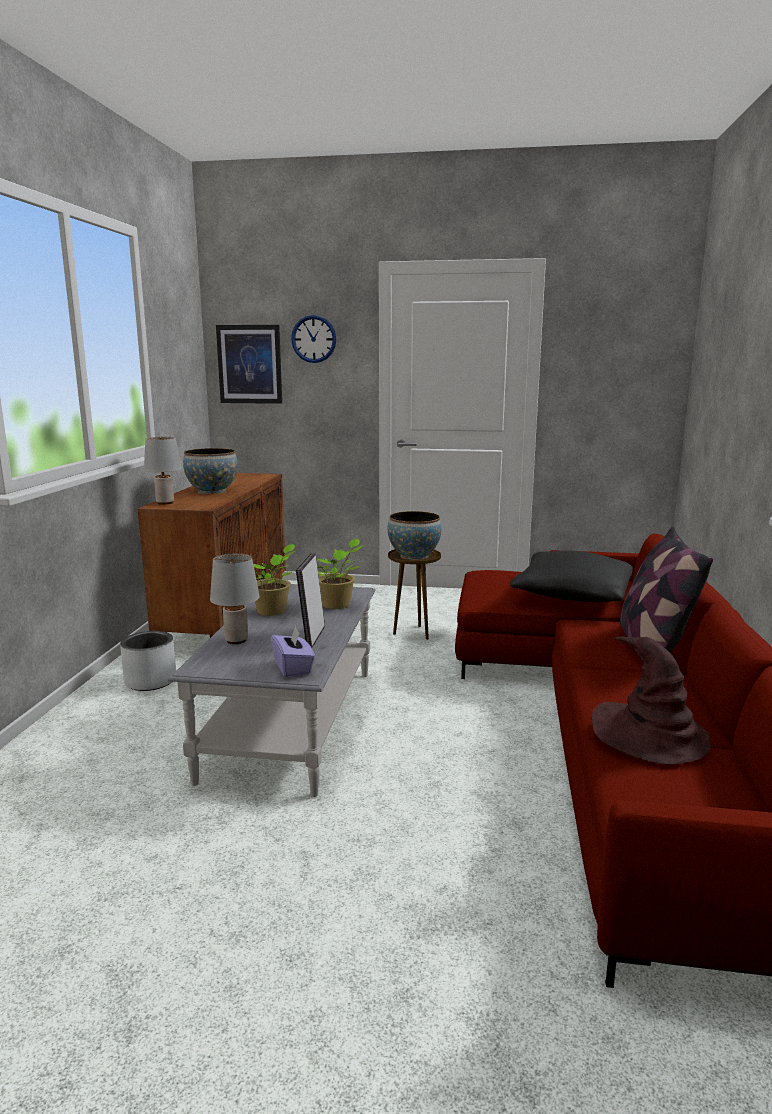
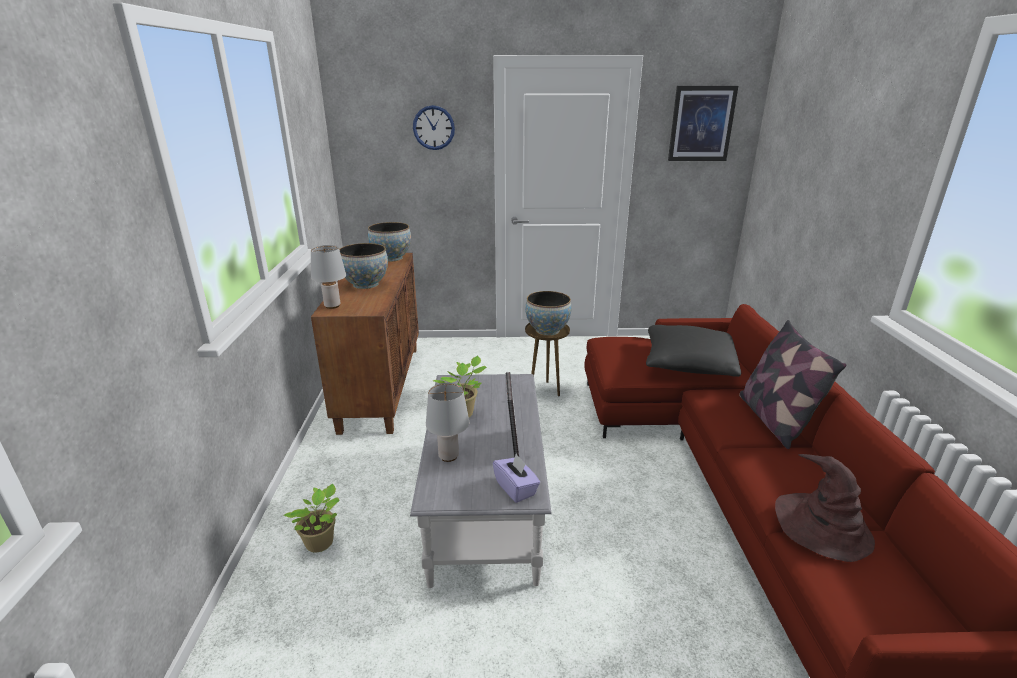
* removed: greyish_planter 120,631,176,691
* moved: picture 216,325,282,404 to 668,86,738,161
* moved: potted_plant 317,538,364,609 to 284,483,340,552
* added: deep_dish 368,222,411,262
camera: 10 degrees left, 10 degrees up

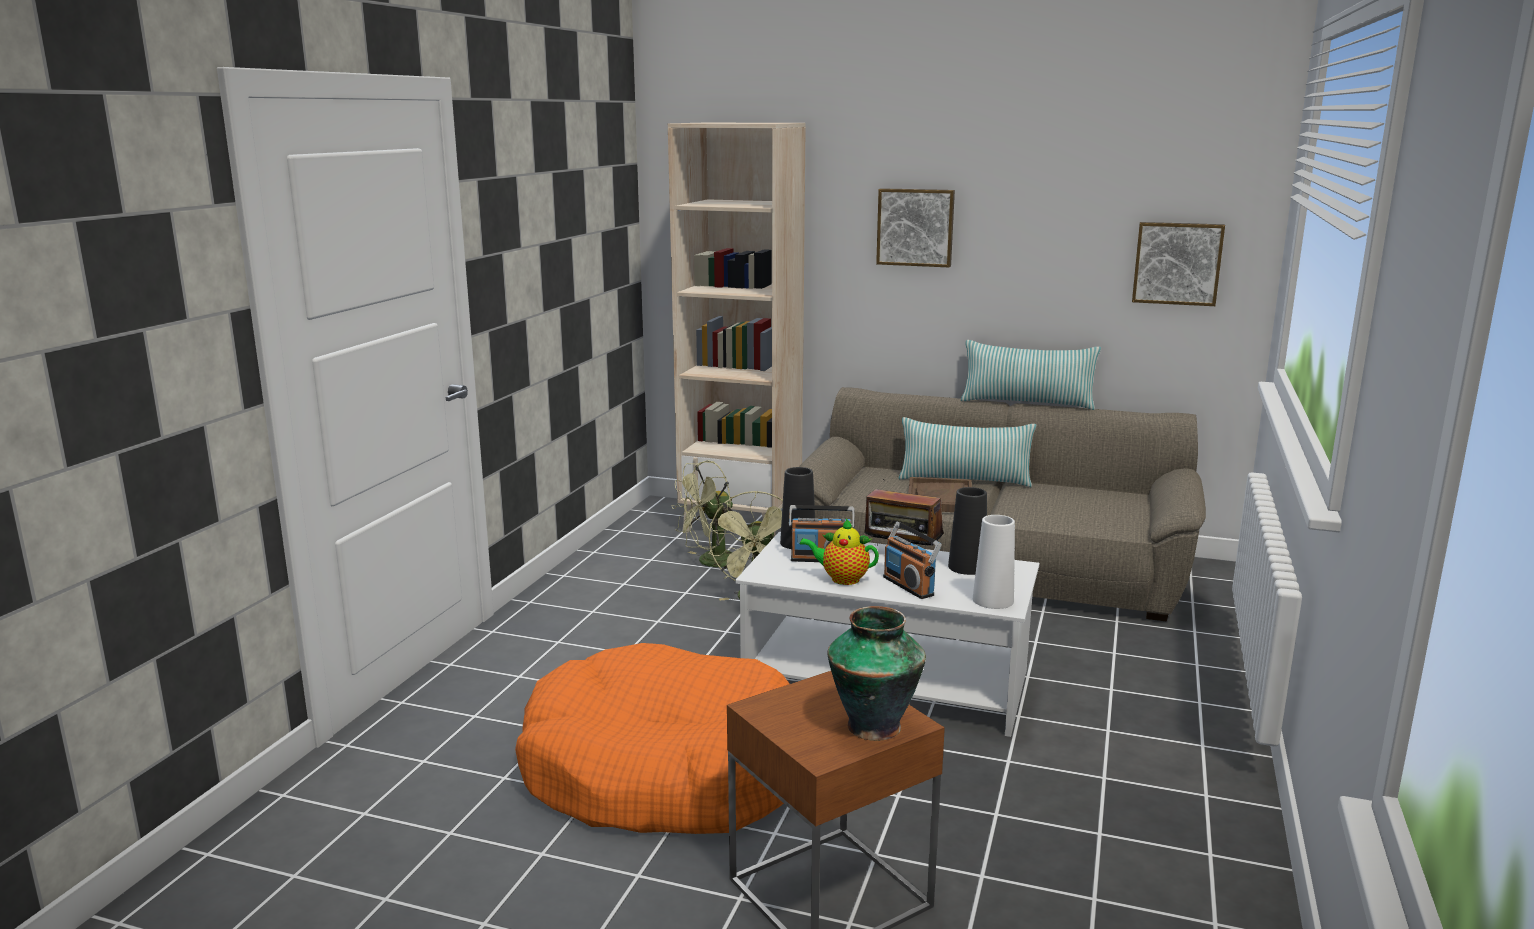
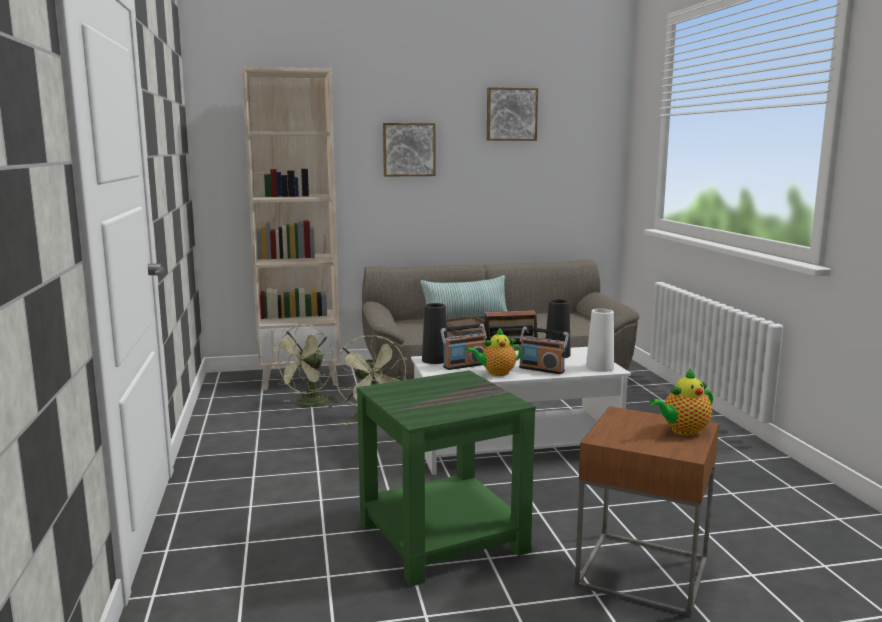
* replaced: orange-coloured_pet_bed 515,643,790,834 to green_accent_table 357,370,536,587
* replaced: flower_vase 827,606,926,741 to tea_pot 649,368,713,436
* removed: throw_pillow 961,340,1101,410
* moved: picture 1132,222,1225,306 to 487,87,538,141
camera: 30 degrees left, 5 degrees down

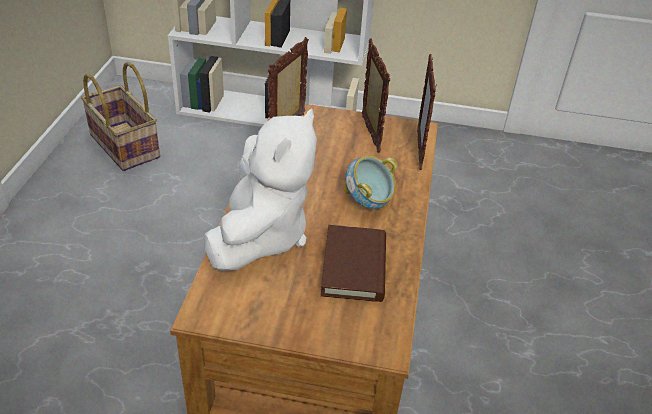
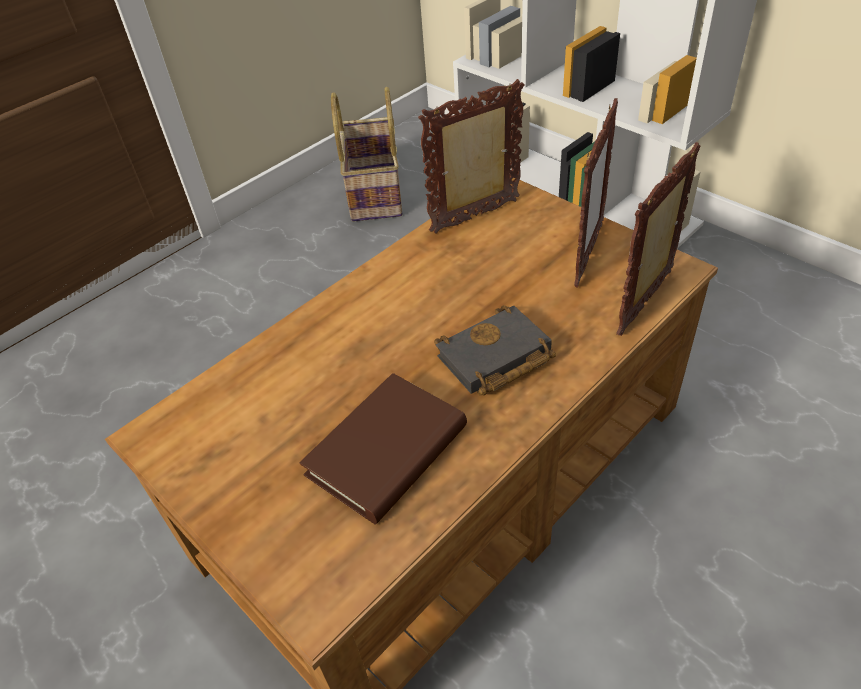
* removed: white_plush_toy 204,109,317,271
* replaced: deep_dish 344,156,398,209 to blackish_book 434,305,556,396
camera: 40 degrees right, 5 degrees up

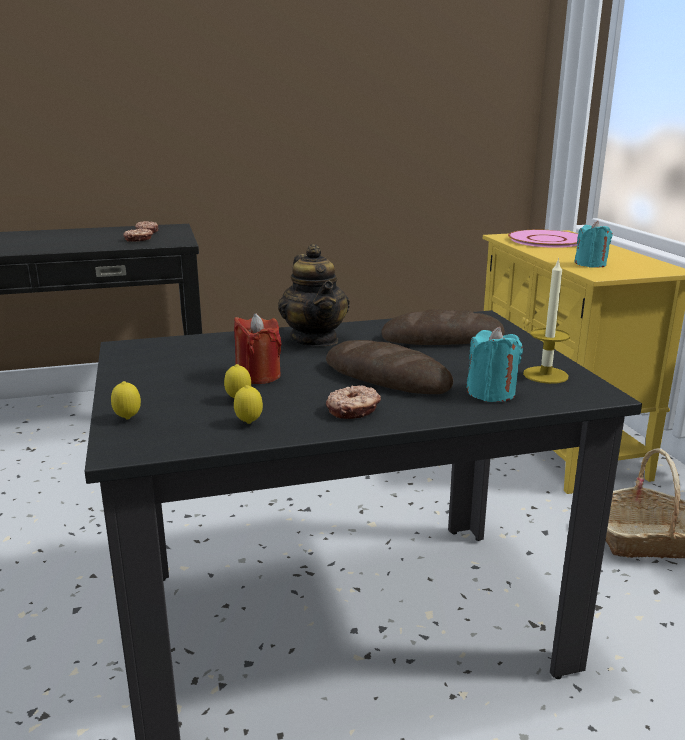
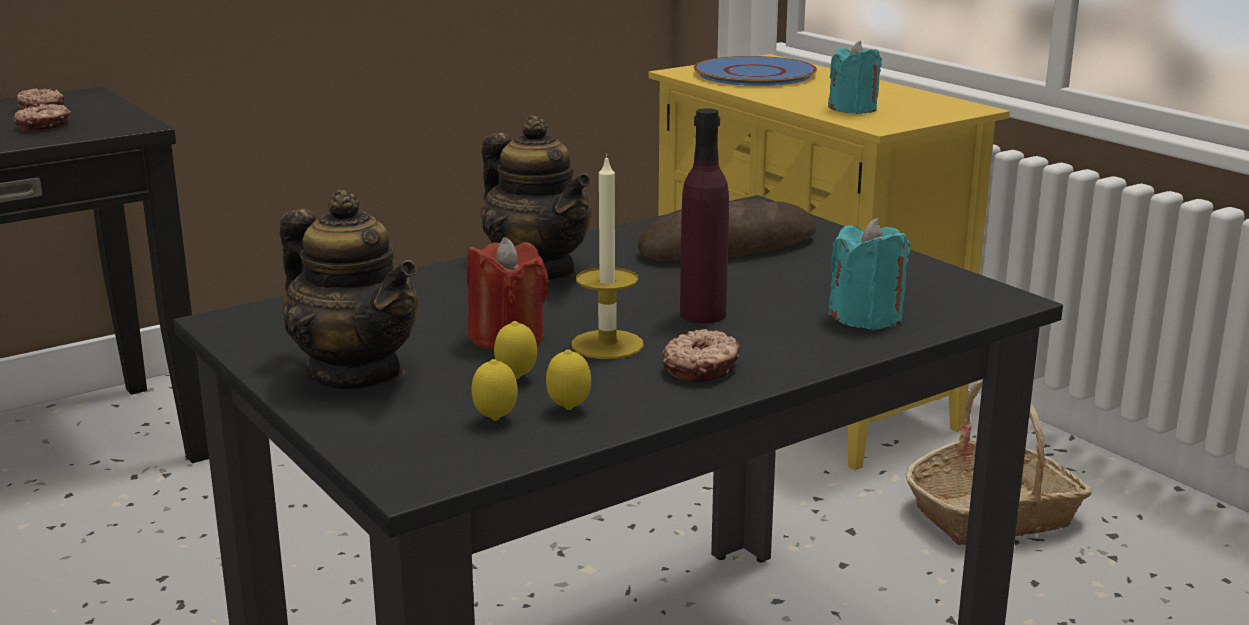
* moved: citrus_fruit 111,381,141,420 to 471,359,518,421
* replaced: bakery_bread 326,340,453,394 to purple_drink_bottle 680,108,729,323
* recoloured: pink-coloured_dinner_plate 508,230,578,248 to bluish_dinner_plate 693,56,817,86
* moved: candle 523,258,570,384 to 572,154,644,359
* added: tea_pot 280,190,418,389
camera: 20 degrees left, 0 degrees up

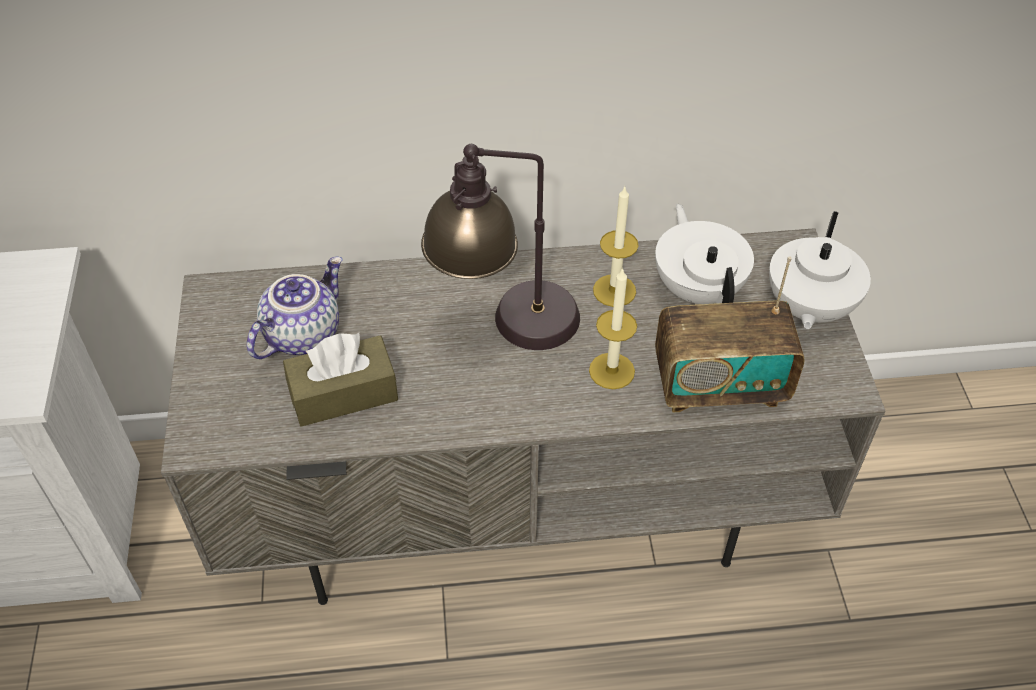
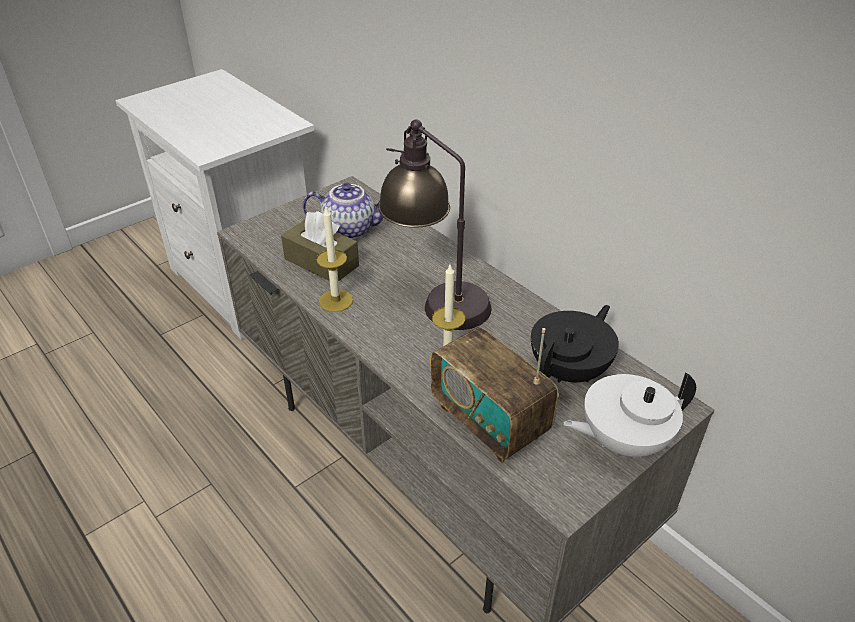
* moved: candle 593,187,638,307 to 316,206,353,312
* recoloured: white_tea_pot 655,204,754,304 to blackish_tea_pot 531,305,619,383
camera: 55 degrees right, 10 degrees down

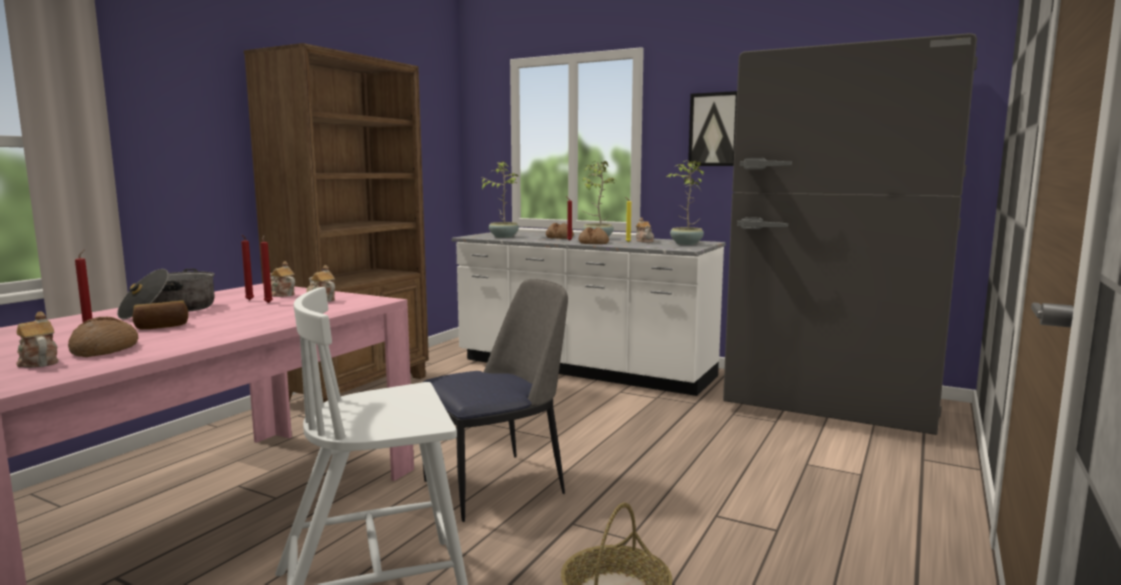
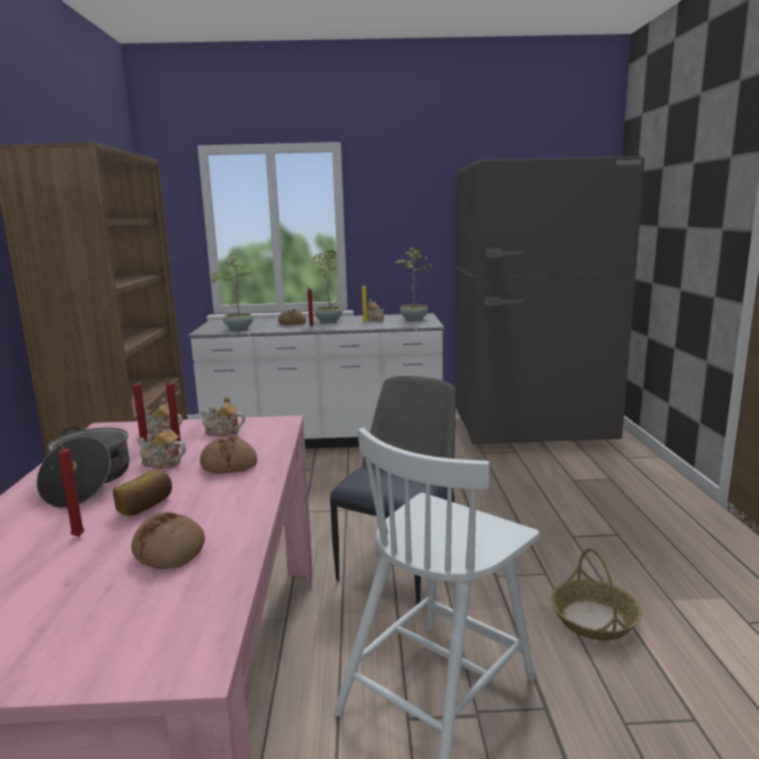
* moved: tea_pot 16,311,58,368 to 137,422,186,469
* moved: bakery_bread 578,227,609,244 to 200,436,257,474
* removed: picture 688,91,737,166
camera: 30 degrees left, 5 degrees up

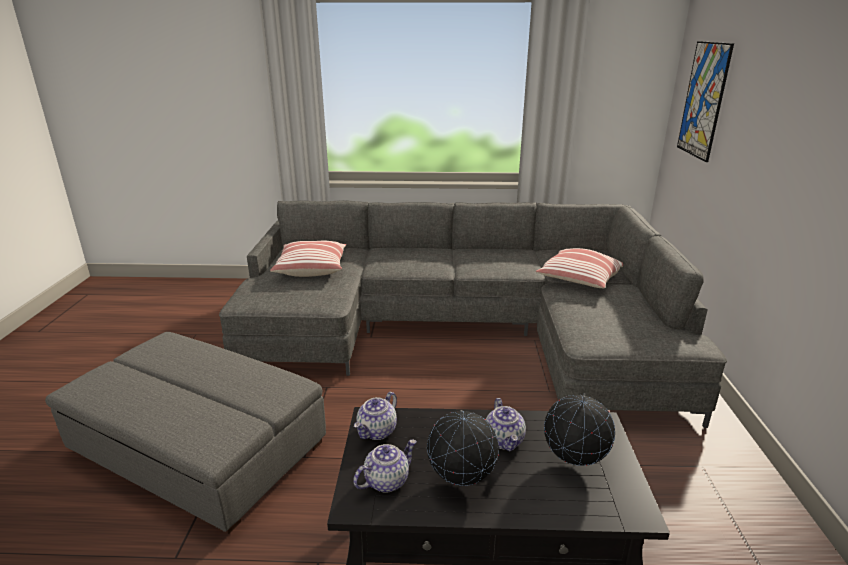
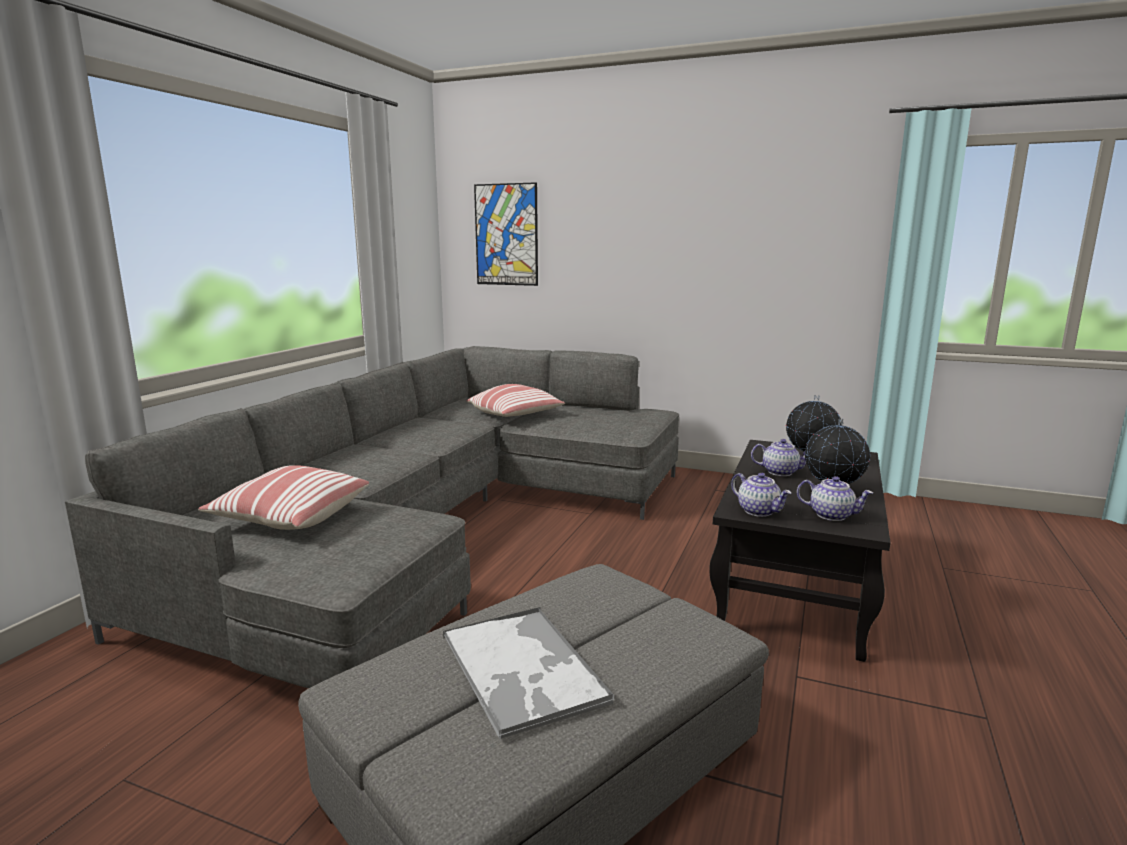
* turned: tea_pot 353,440,417,493 = 797,476,873,521 135 degrees clockwise
* added: tray 443,607,614,740
camera: 70 degrees left, 10 degrees down

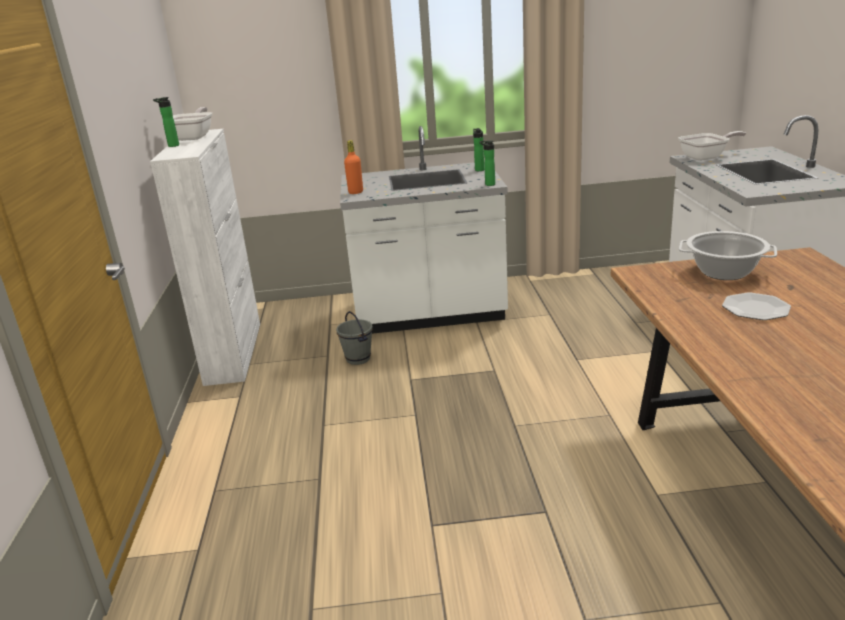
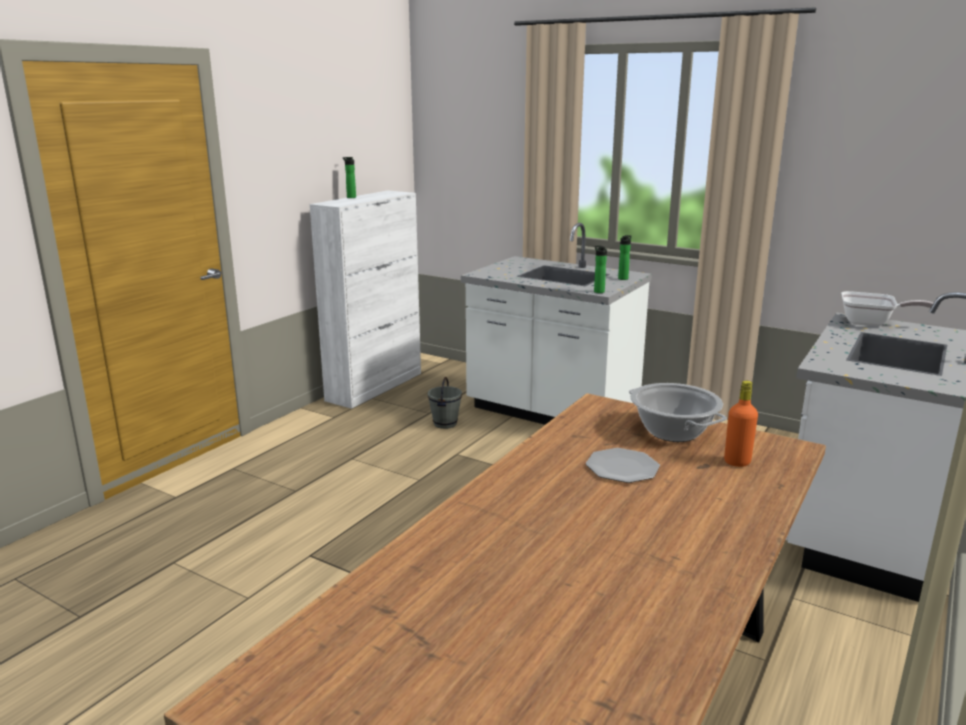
* removed: frying_pan 162,107,212,141
* moved: orange-coloured_drink_bottle 344,140,363,194 to 724,381,758,467
camera: 35 degrees right, 5 degrees down

